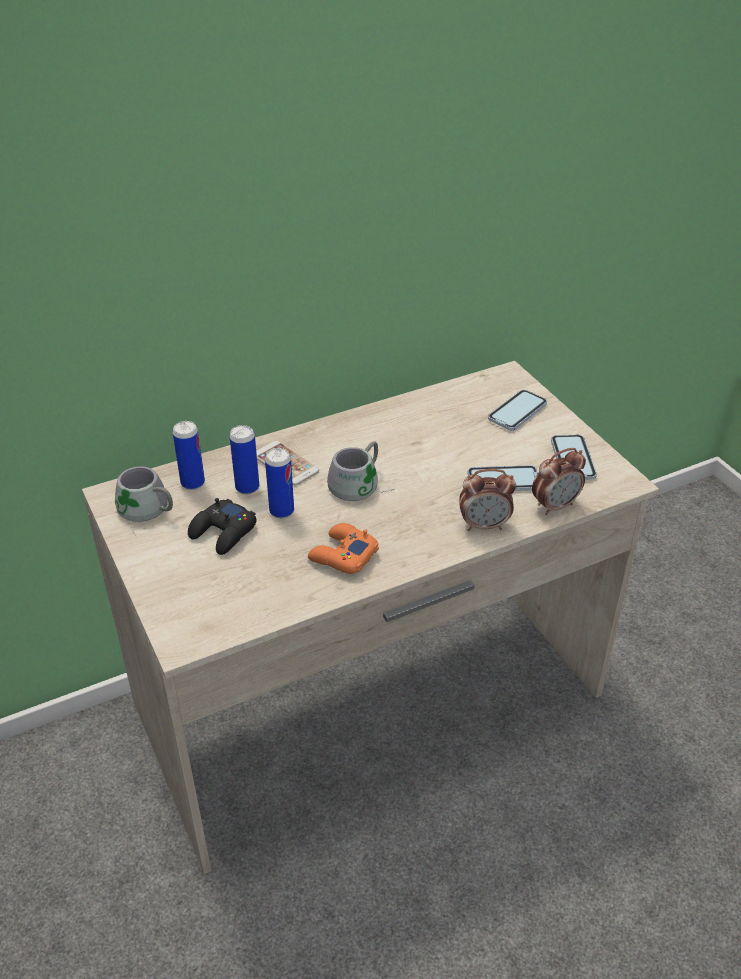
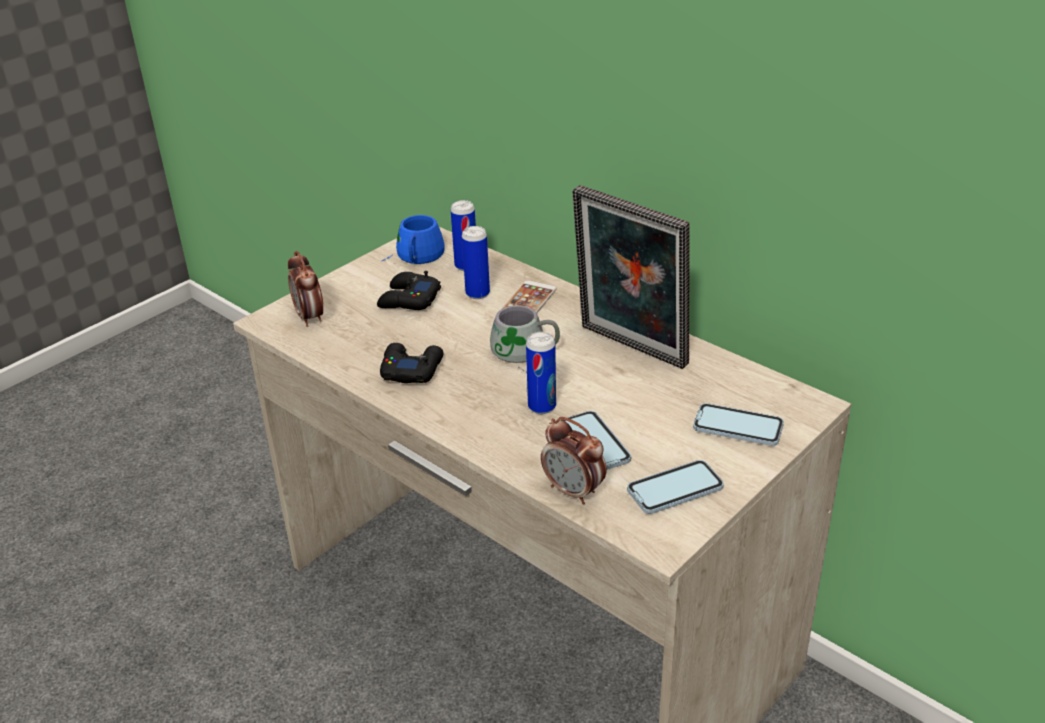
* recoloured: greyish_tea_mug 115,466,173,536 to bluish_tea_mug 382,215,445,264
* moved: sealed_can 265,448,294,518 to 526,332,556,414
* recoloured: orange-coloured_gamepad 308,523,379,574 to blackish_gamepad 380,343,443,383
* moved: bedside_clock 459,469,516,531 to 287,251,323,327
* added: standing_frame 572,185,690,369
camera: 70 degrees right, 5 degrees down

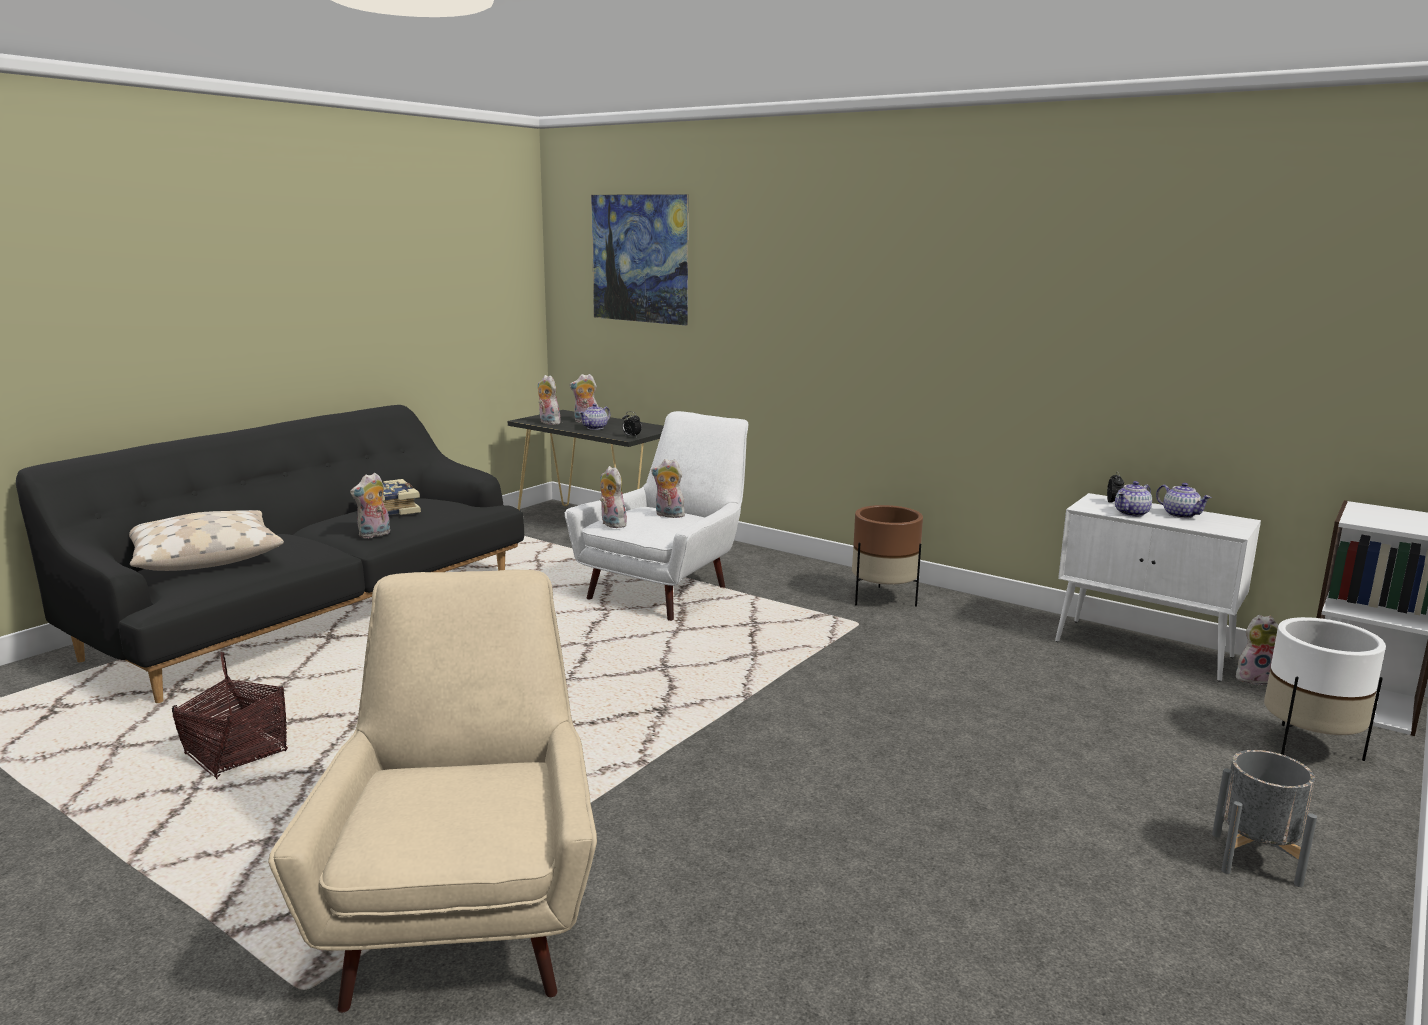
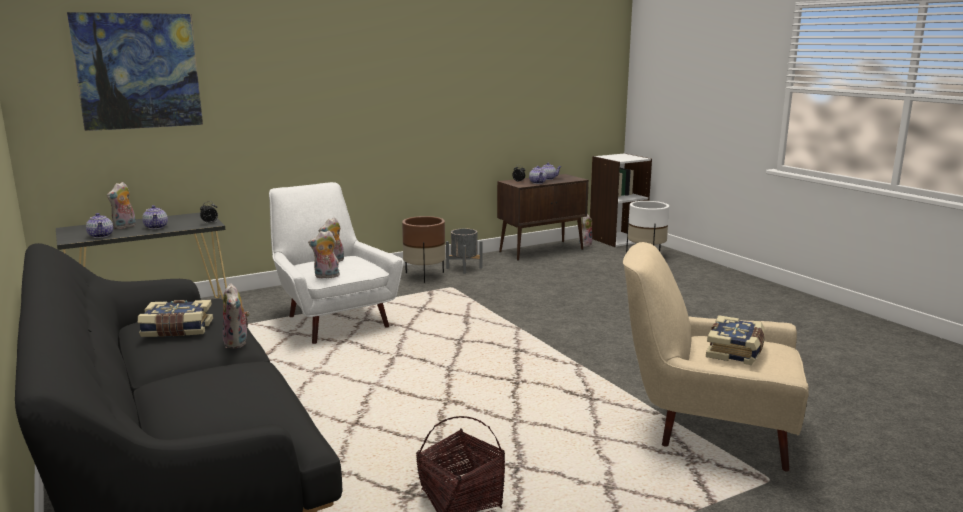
* removed: beige_throw_pillow 129,510,284,571
* replaced: plush_toy 538,375,562,425 to tea_pot 86,213,113,238
* recoloured: white_cabinet 1055,493,1261,682 to brown-coloured_cabinet 497,174,589,261
* moved: greyish_planter 1212,750,1317,887 to 446,229,482,274
* added: book 706,315,764,365
camera: 65 degrees left, 0 degrees up

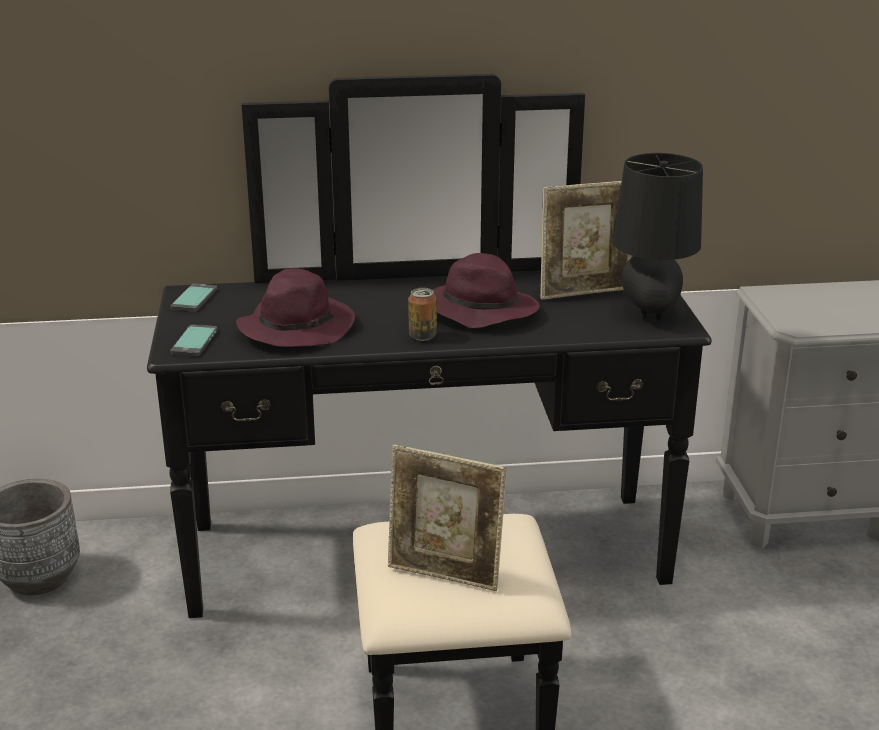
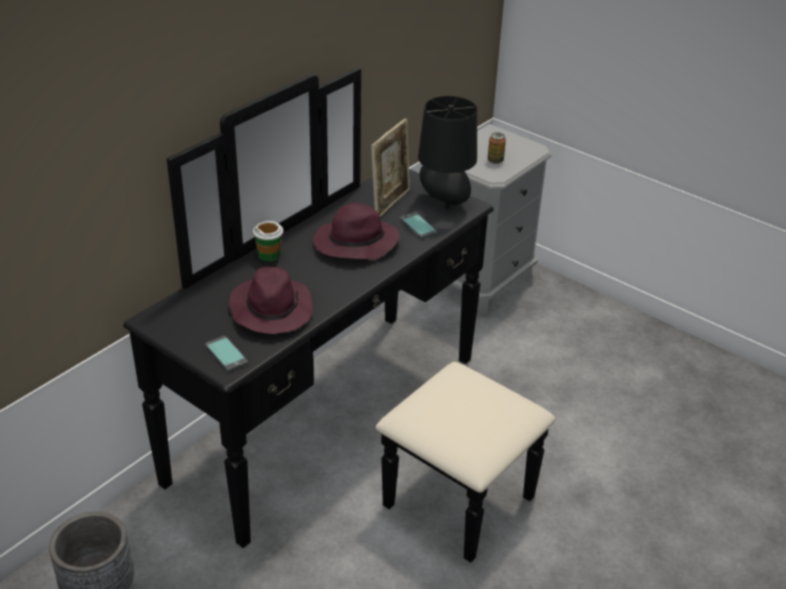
* moved: telephone 171,284,217,312 to 400,212,437,239
* removed: standing_frame 388,444,507,591
* moved: sealed_can 408,288,437,341 to 488,132,506,164
* added: drinking_cup 253,221,283,261
camera: 45 degrees left, 10 degrees up

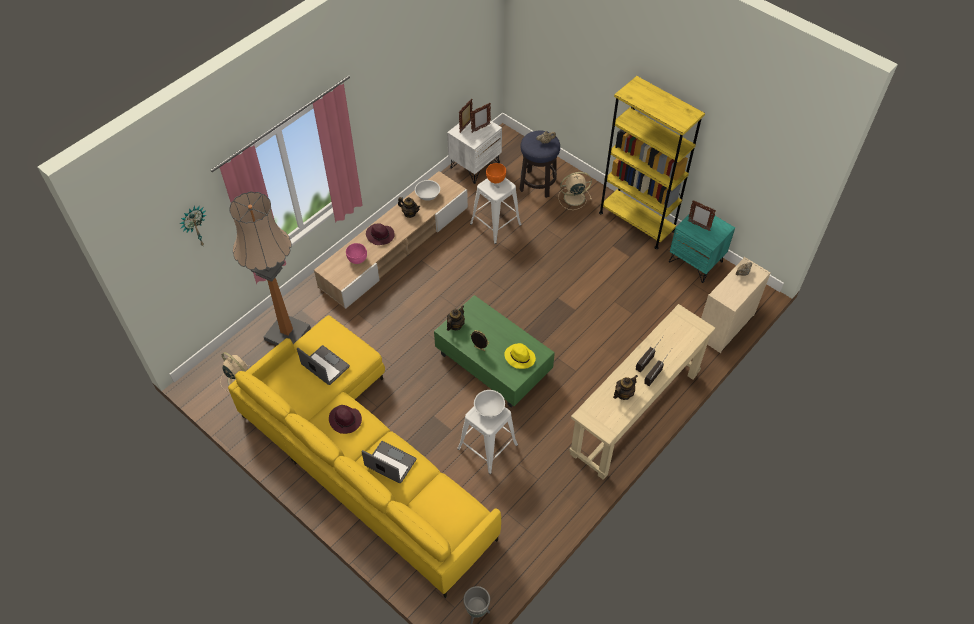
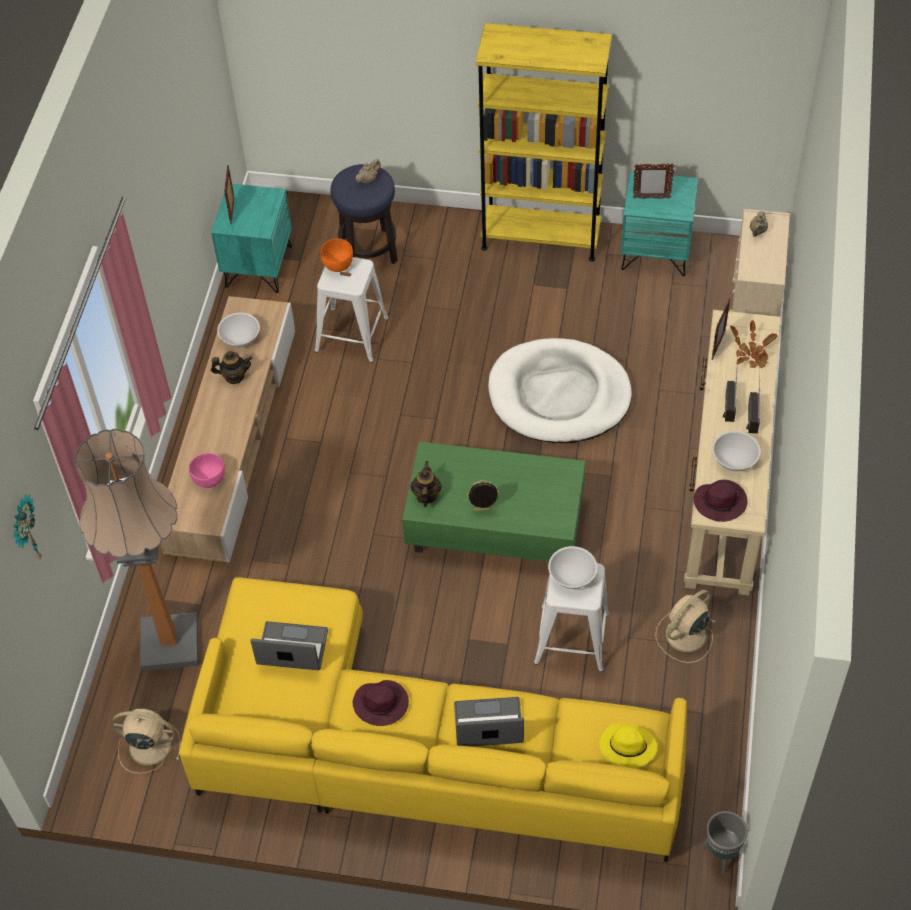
* moved: purple_clothing_hat 366,223,395,245 to 694,480,747,522
* recoloured: white_bedside_table 447,121,502,184 to turquoise-coloured_bedside_table 211,184,292,293
* moved: standing_frame 471,103,491,133 to 712,298,730,360
* moved: yellow_clothing_hat 504,343,536,369 to 599,723,657,768
* moved: beige_electric_fan 558,172,592,210 to 655,590,716,663
* replaced: tea_pot 613,375,638,400 to white_deep_dish 712,431,761,471
* added: white_pet_bed 488,338,632,443
* added: potted_plant 730,320,778,368
camera: 30 degrees left, 0 degrees up

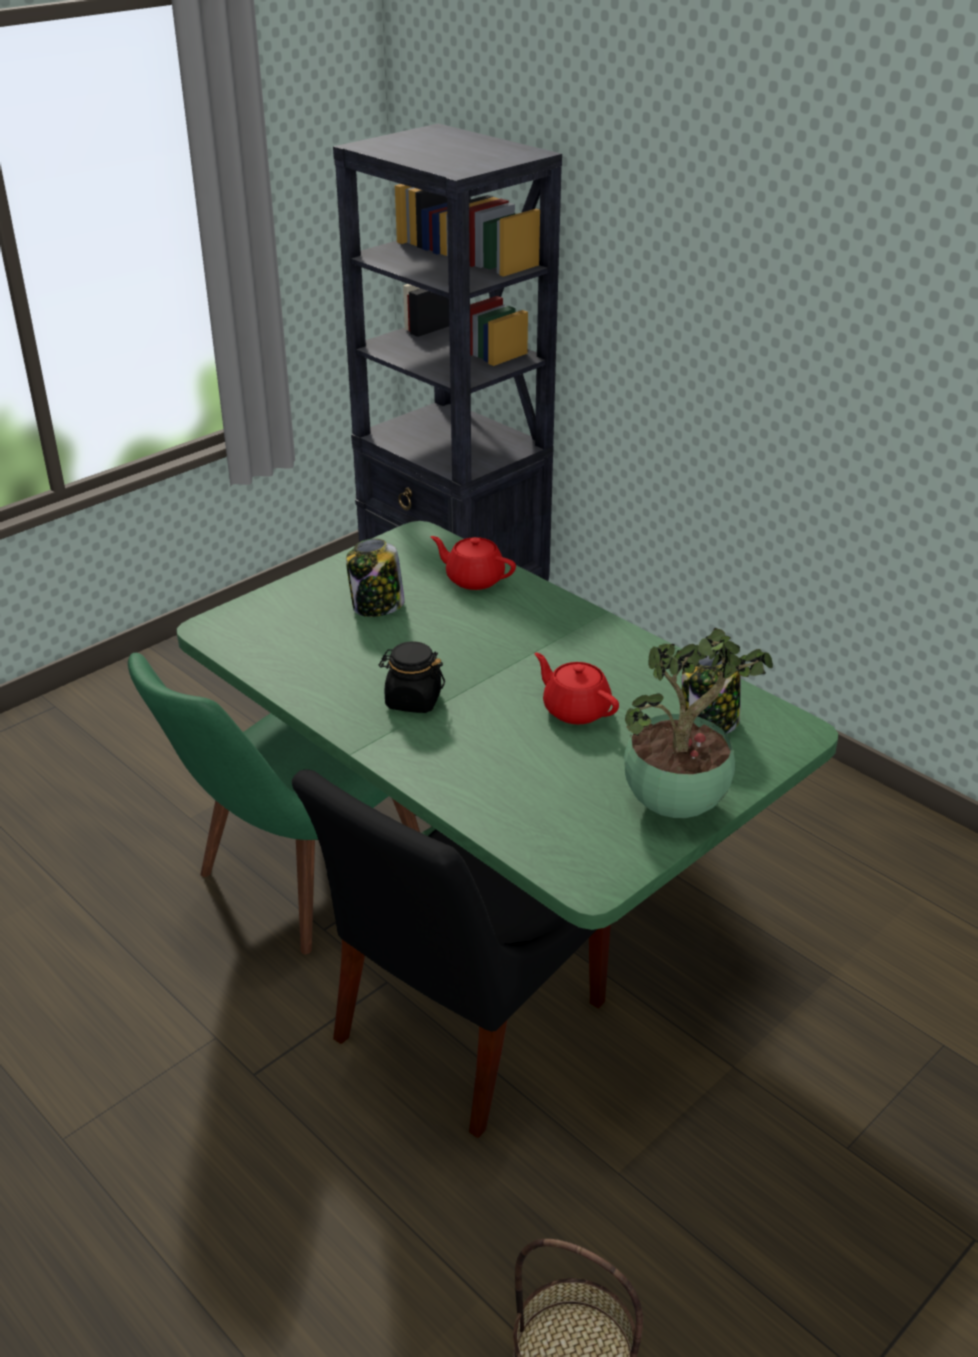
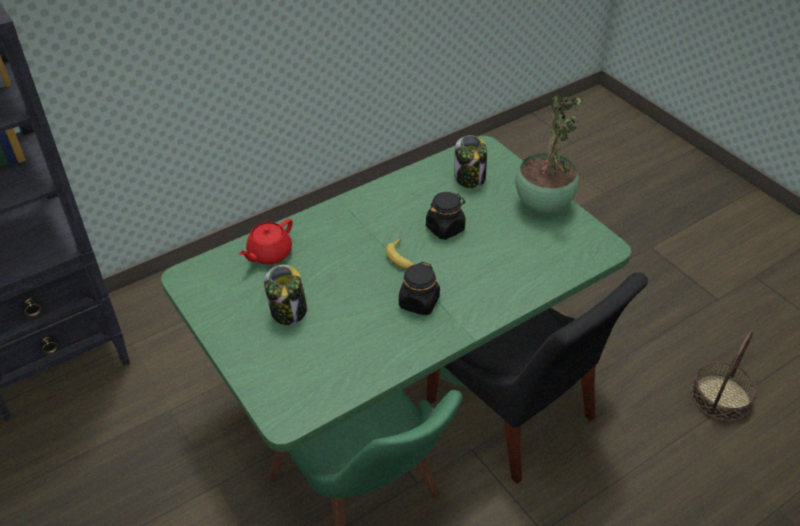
* replaced: reddish_tea_pot 535,652,619,725 to blackish_jar 426,192,466,240
* added: banana_fruit 386,238,415,270
camera: 80 degrees left, 10 degrees up

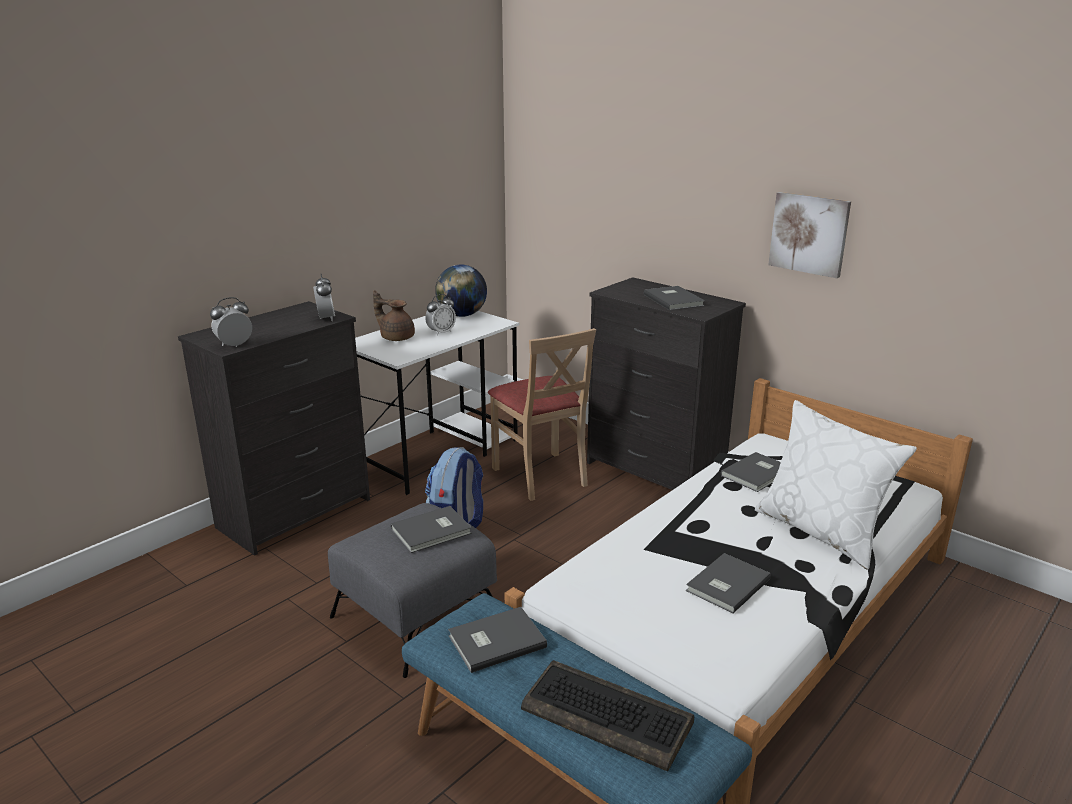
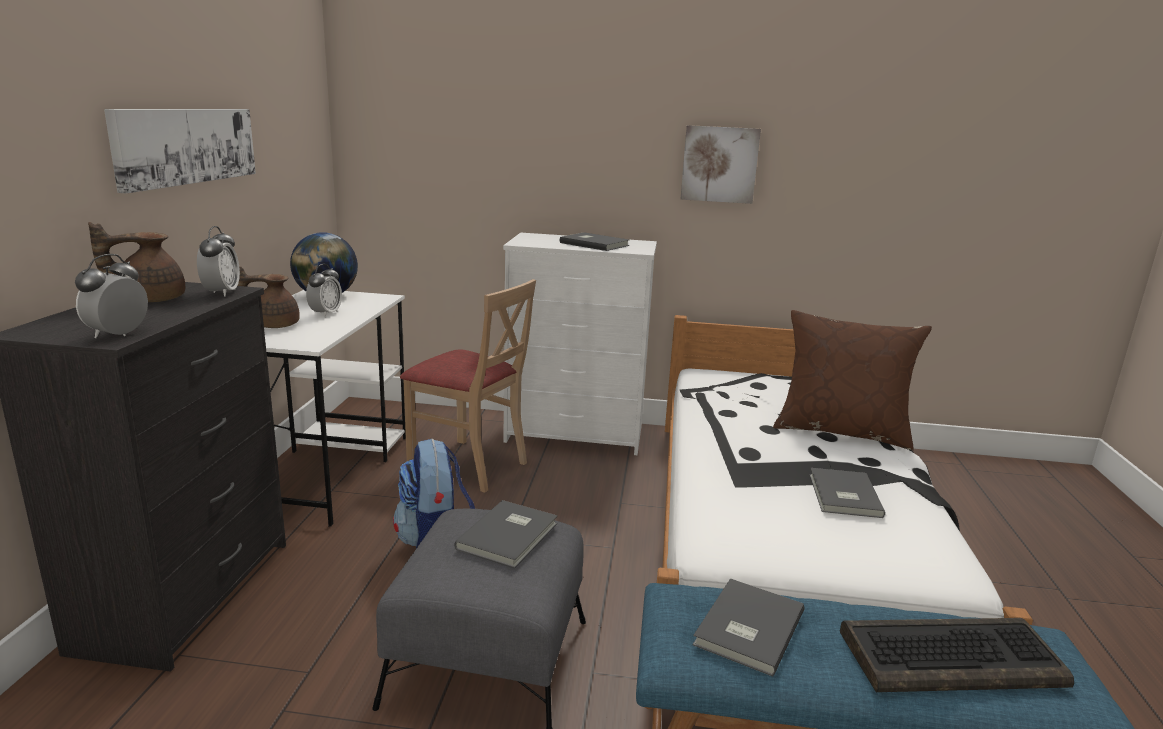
* turned: bedside_clock 313,274,335,321 = 197,226,240,297 45 degrees clockwise
* recoloured: blackish_chest_of_drawers 587,277,746,490 to white_chest_of_drawers 503,233,657,455
* removed: greyish_book 721,452,781,492
* recoloured: white_throw_pillow 755,400,917,570 to brown-coloured_throw_pillow 773,310,932,450
* added: brown-coloured_tea_pot 88,222,185,302
* added: picture 104,109,256,194
camera: 35 degrees left, 5 degrees down

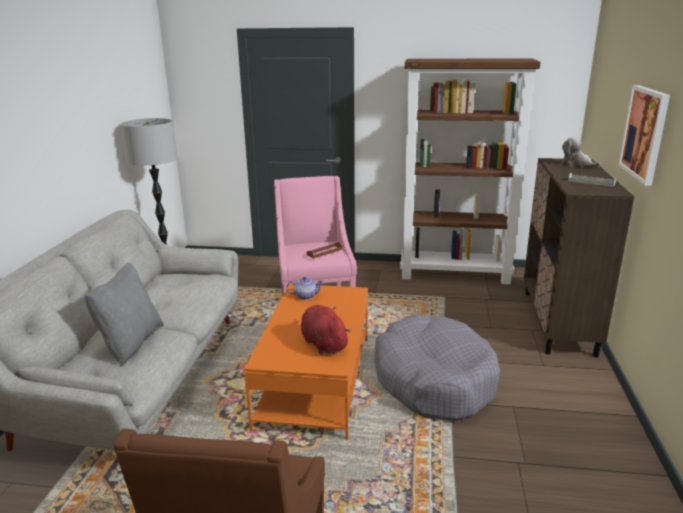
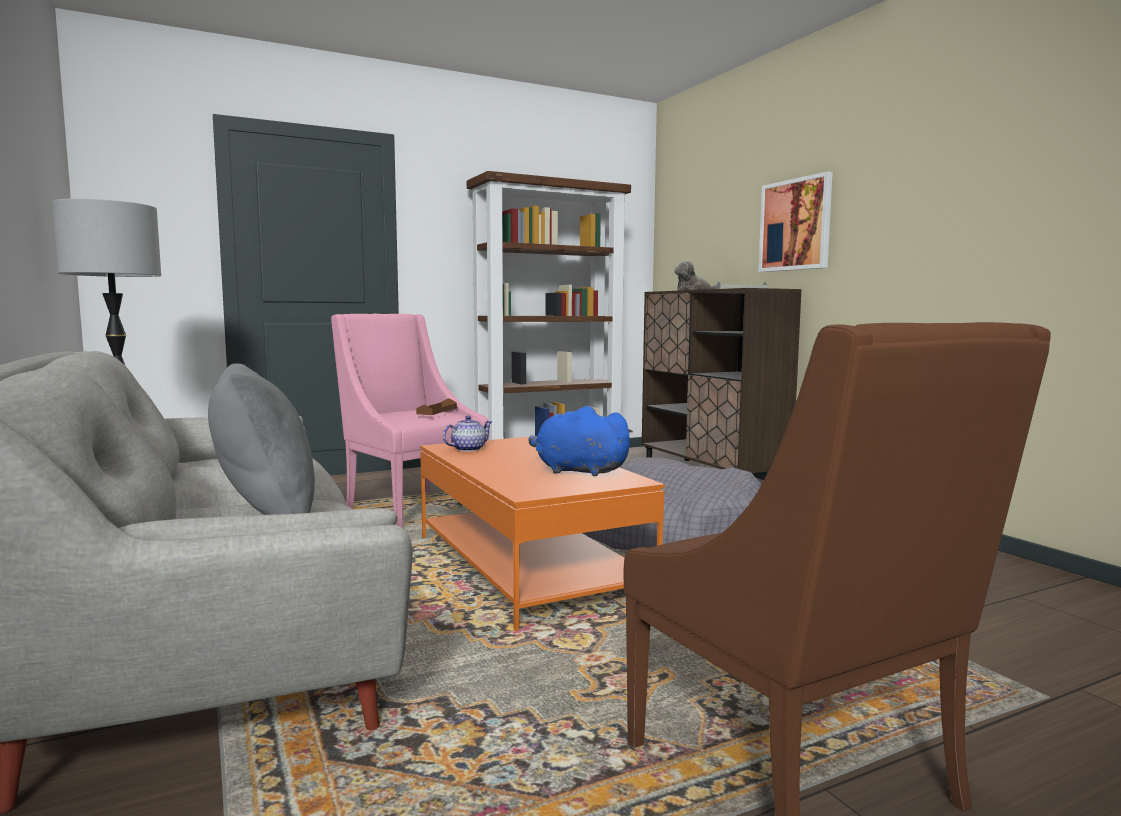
* recoloured: reddish_plush_toy 301,305,351,354 to bluish_plush_toy 528,406,633,476
camera: 35 degrees left, 15 degrees down

